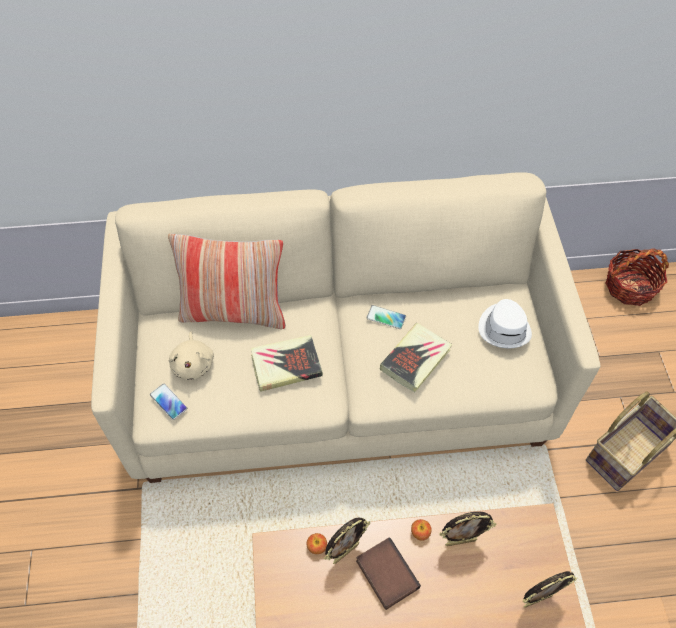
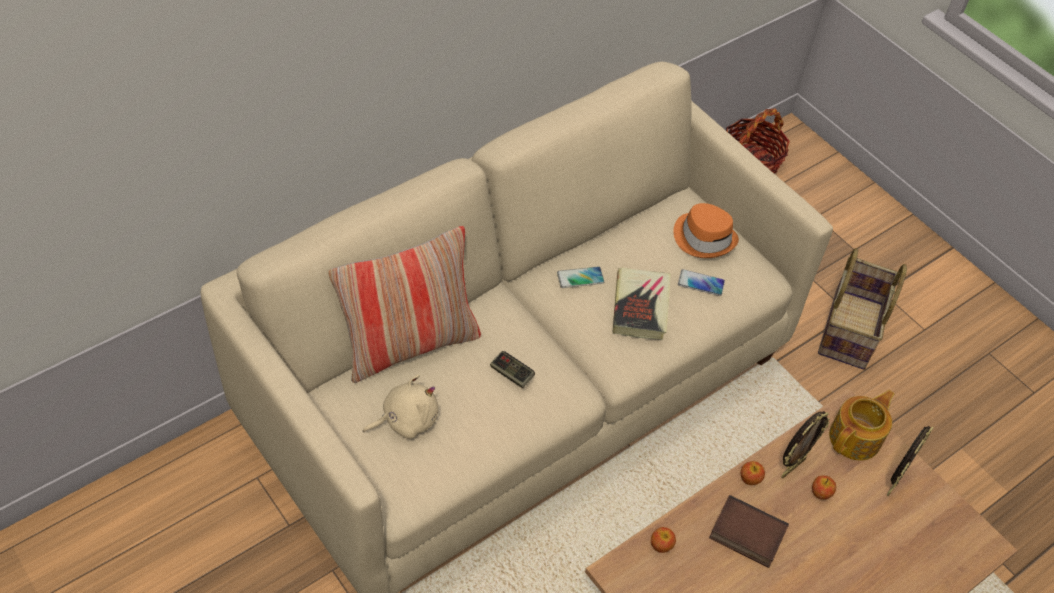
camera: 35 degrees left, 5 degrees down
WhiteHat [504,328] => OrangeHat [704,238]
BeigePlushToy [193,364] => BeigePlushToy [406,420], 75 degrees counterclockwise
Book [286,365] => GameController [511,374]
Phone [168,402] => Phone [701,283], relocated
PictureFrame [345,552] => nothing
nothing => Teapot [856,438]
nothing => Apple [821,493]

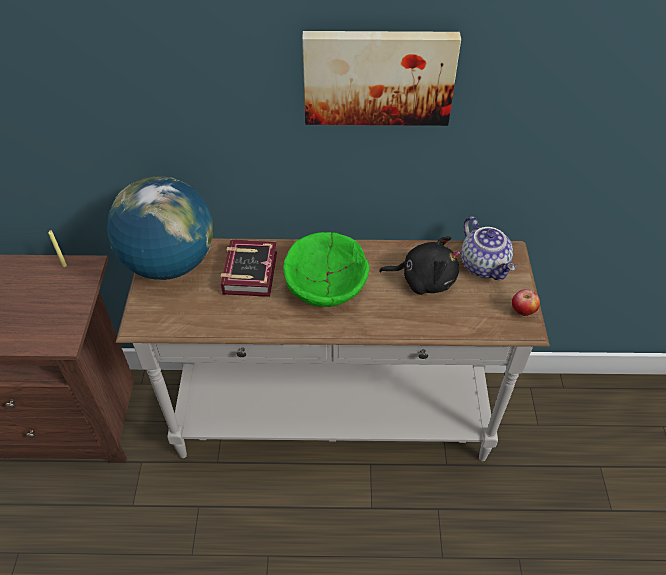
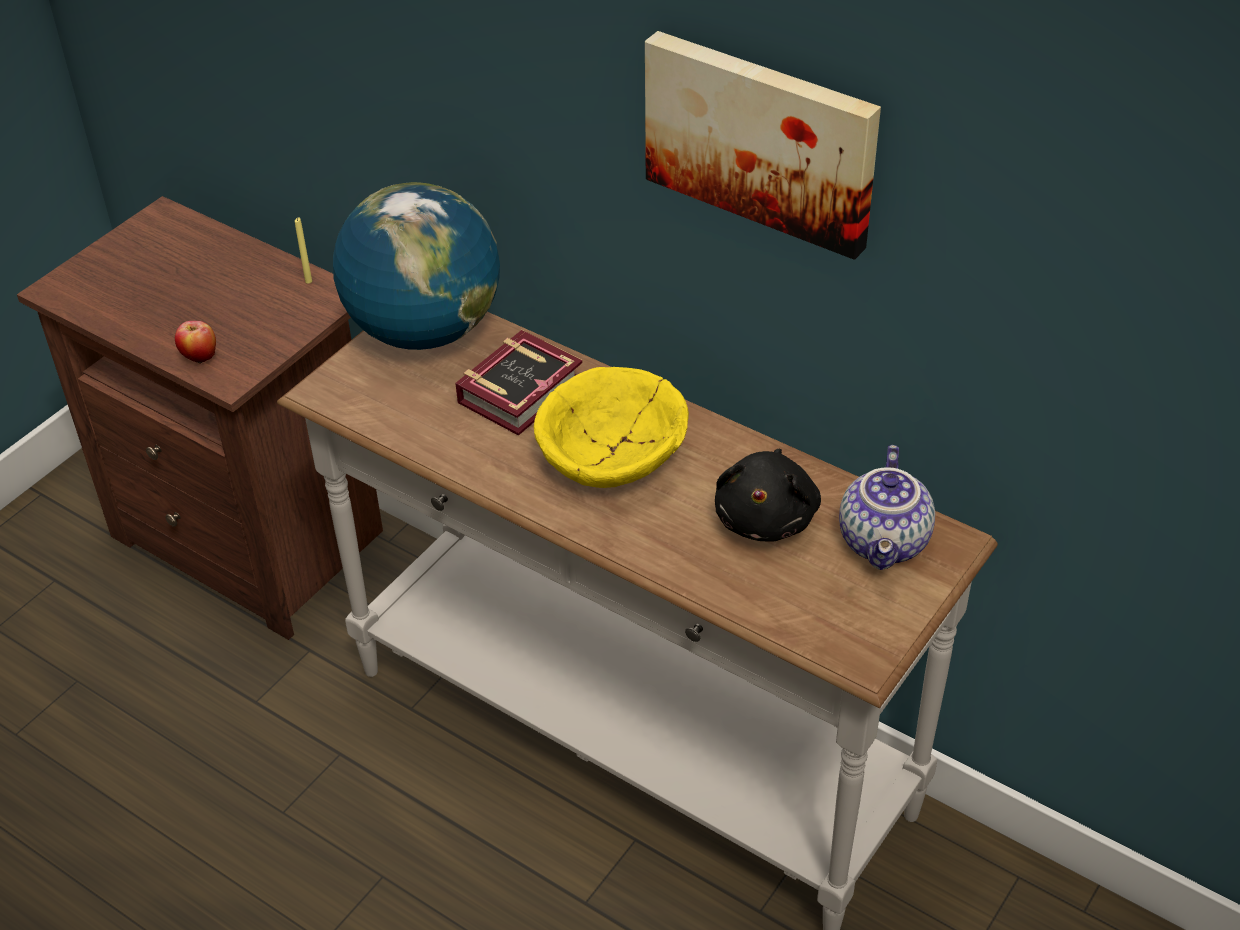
camera: 35 degrees right, 5 degrees down
GreenBowl [326,284] => YellowBowl [612,456]
BlackPlushToy [424,279] => BlackPlushToy [766,517], 60 degrees clockwise
Apple [522,312] => Apple [199,358], relocated

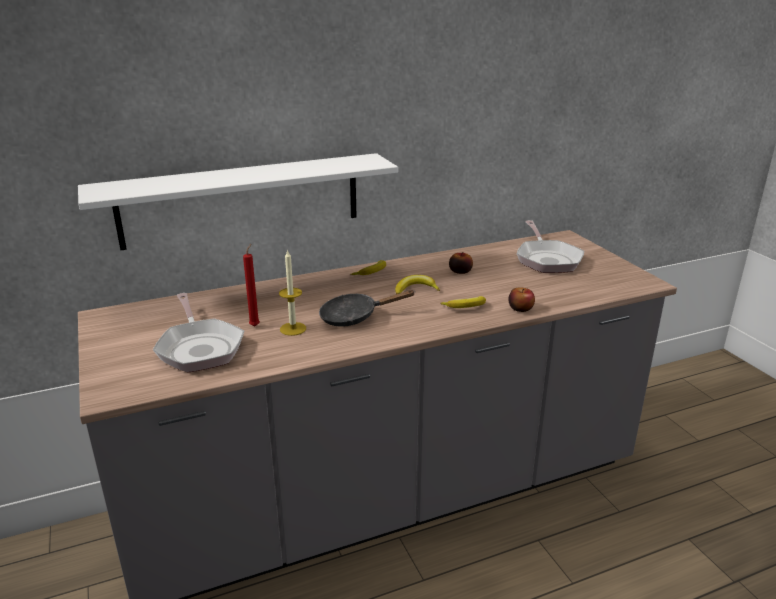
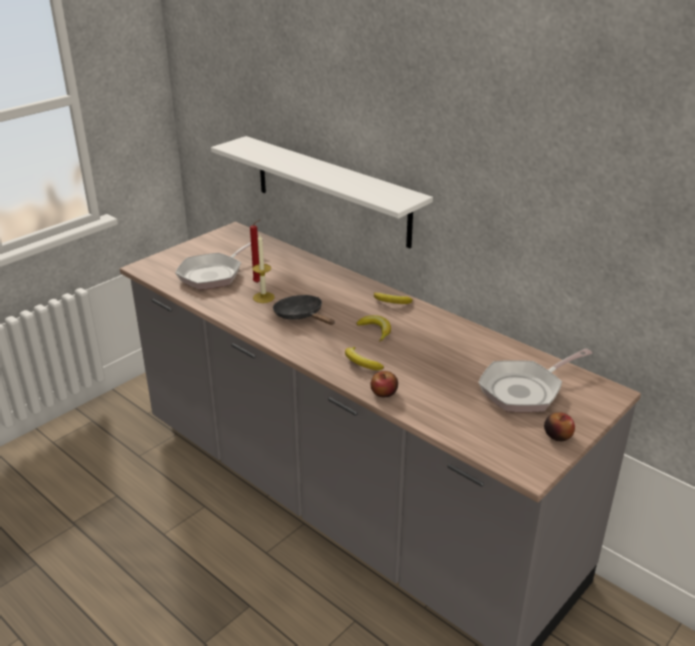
camera: 65 degrees right, 5 degrees up
Apple [460,271] => Apple [557,435], relocated

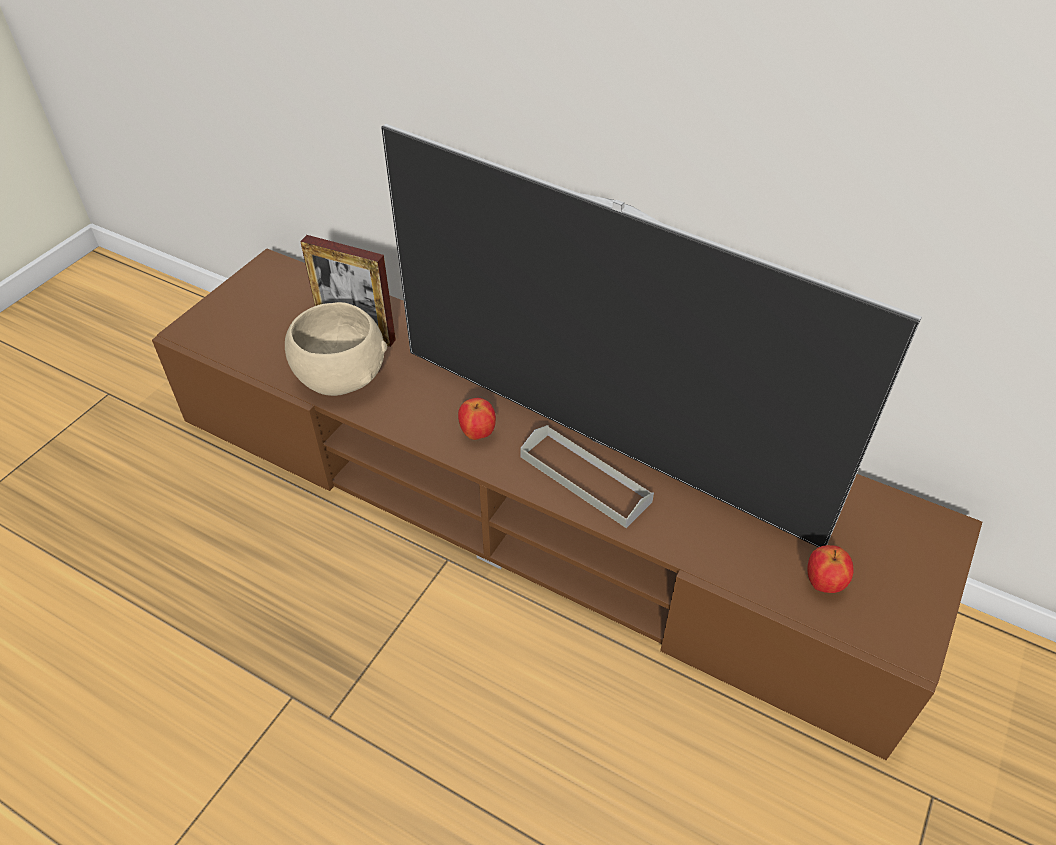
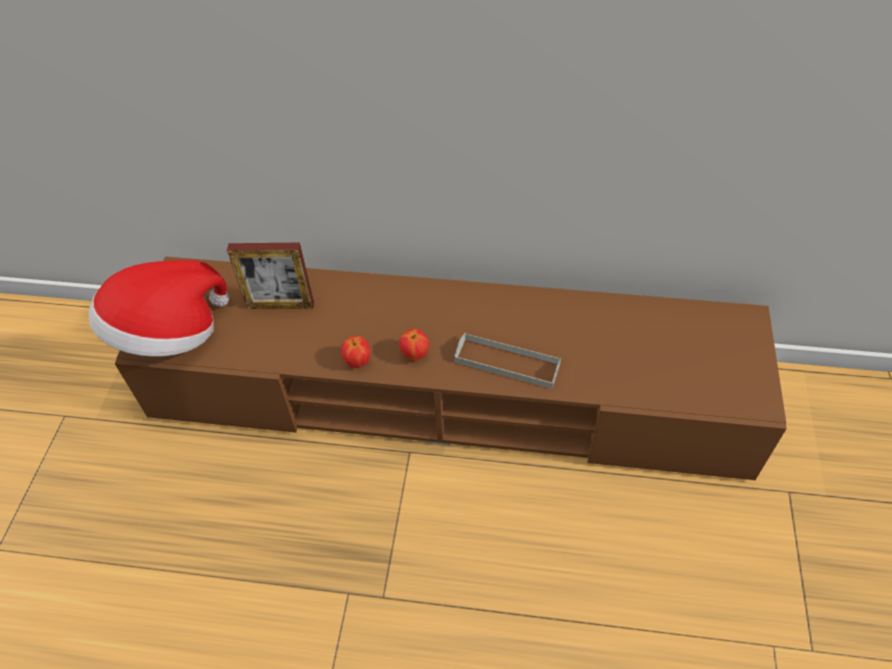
camera: 20 degrees left, 5 degrees up
Television [600,440] => nothing
BeigeBowl [341,376] => nothing
Apple [823,583] => Apple [357,362], relocated
nothing => Hat [169,334]

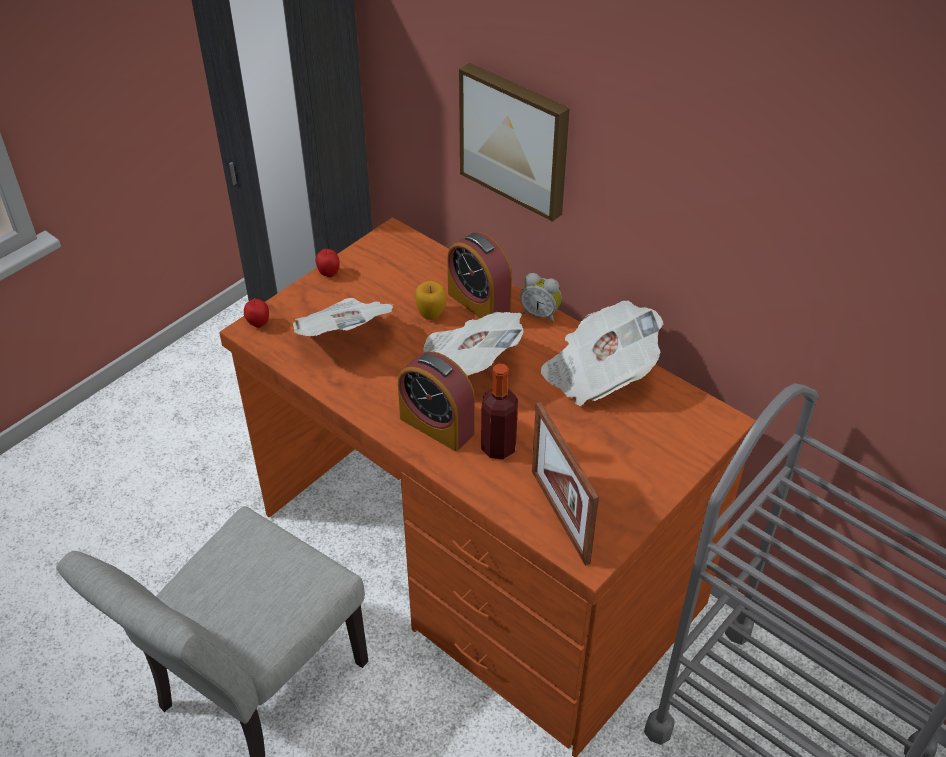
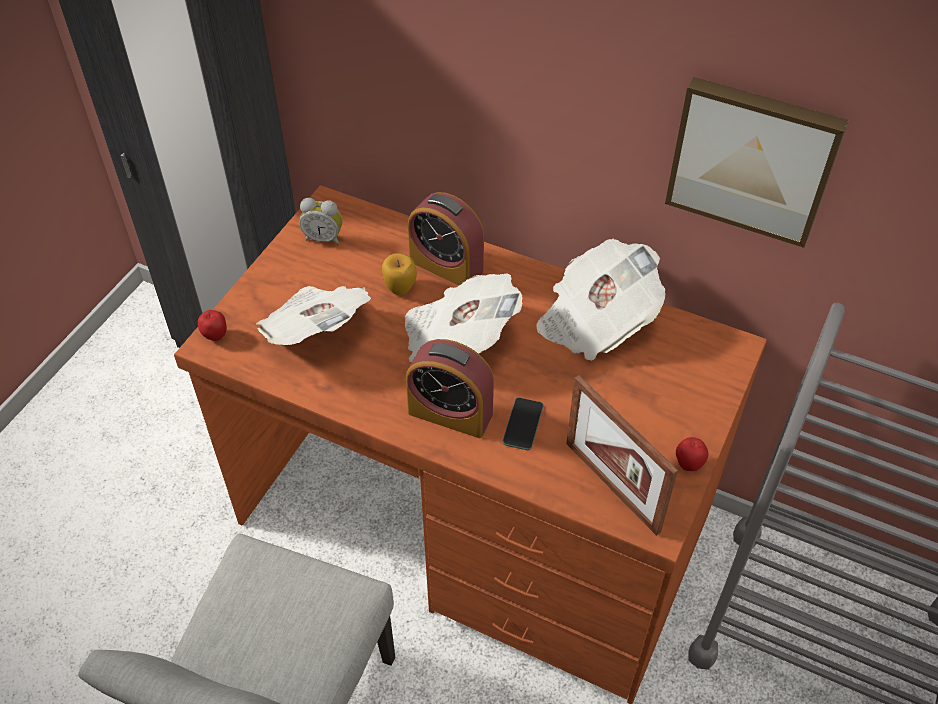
camera: 15 degrees left, 5 degrees up
Picture [516,139] => Picture [753,159], relocated
Apple [329,273] => Apple [688,465], relocated
AlarmClock [540,314] => AlarmClock [324,238], relocated
Bottle [498,447] => Phone [523,424]

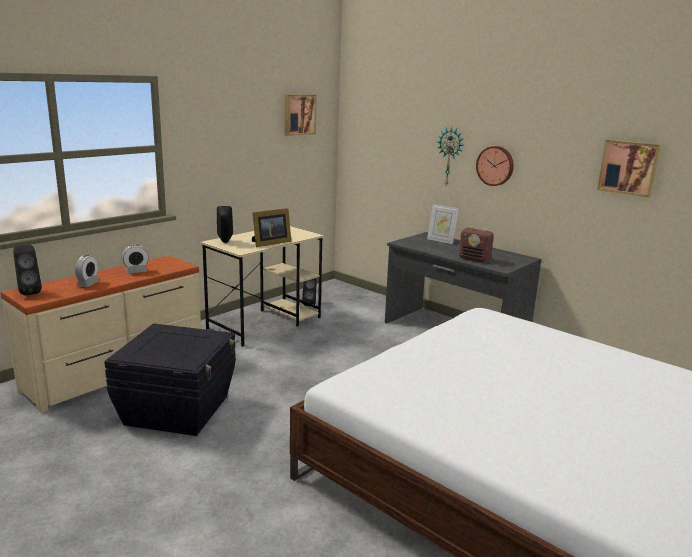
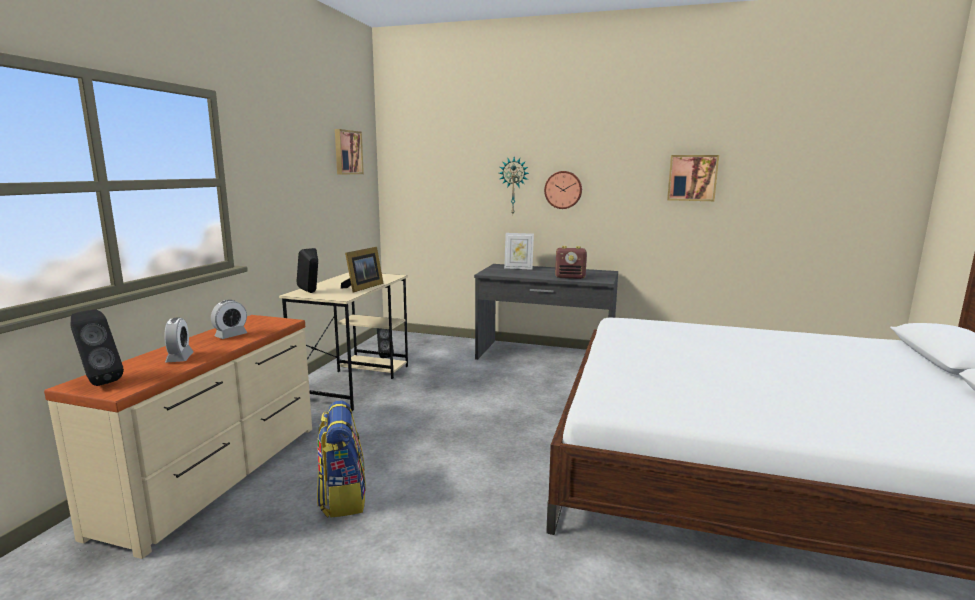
camera: 25 degrees left, 5 degrees down
BlackStorageBox [178,409] => Backpack [342,497]

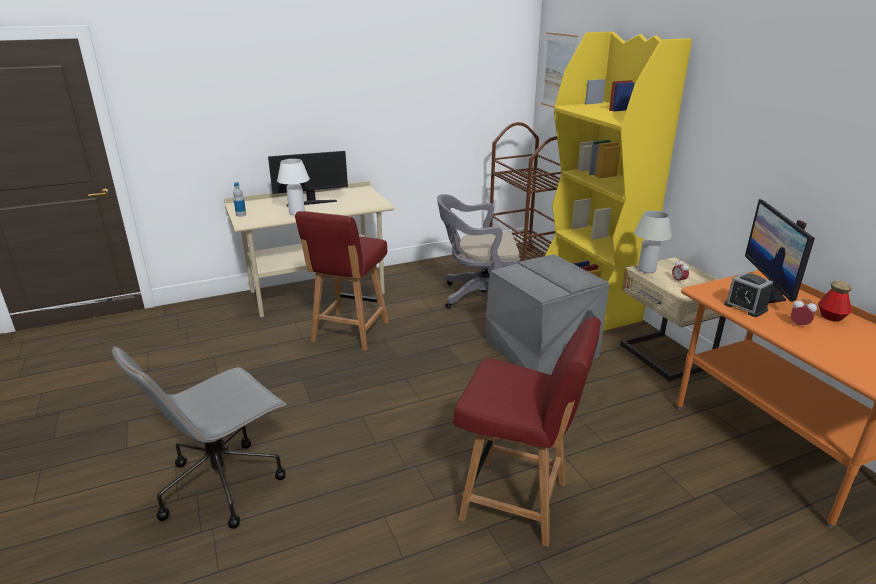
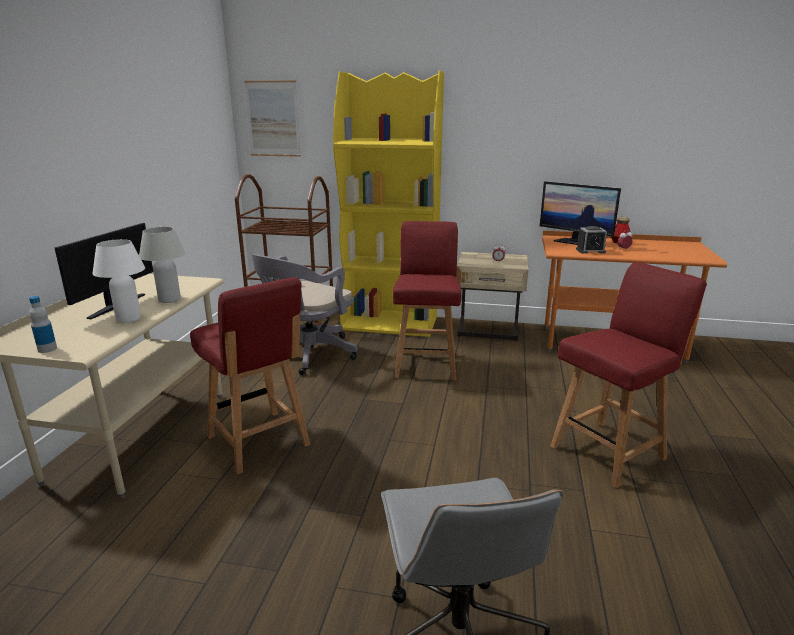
camera: 55 degrees left, 5 degrees down
WhiteTableLamp [646,270] => WhiteTableLamp [169,299], relocated
GreyStorageBox [541,350] => RedChair [426,364]

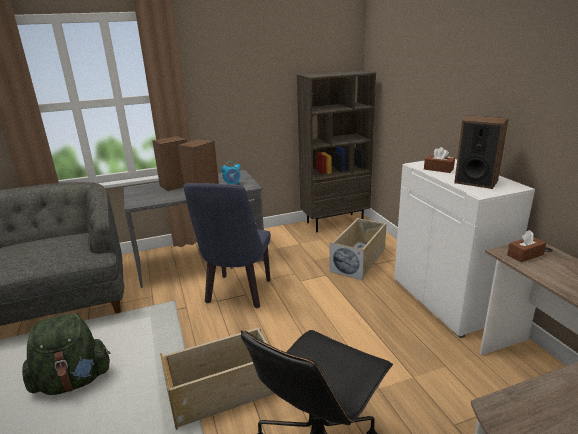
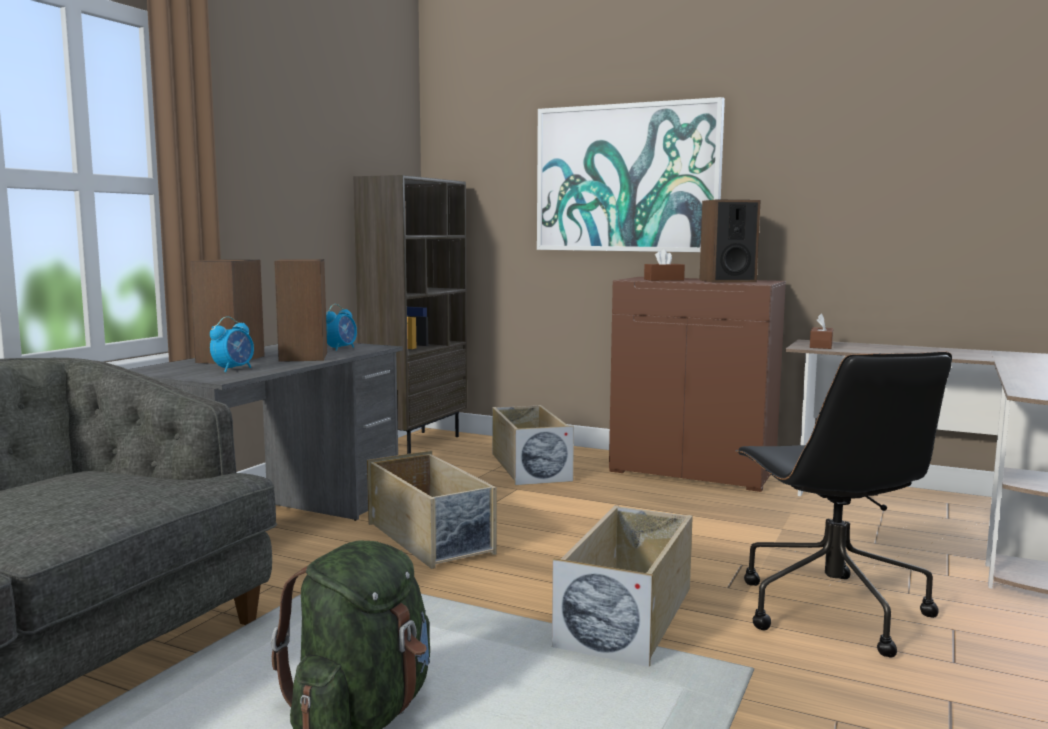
camera: 45 degrees left, 15 degrees down
WhiteCabinet [447,300] => BrownCabinet [693,471]
BlueChair [237,294] => BeigeStorageBox [431,539]
nothing => Picture [627,178]
nothing => AlarmClock [234,369]

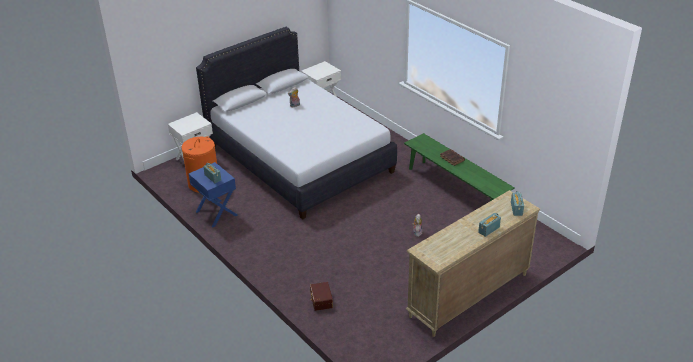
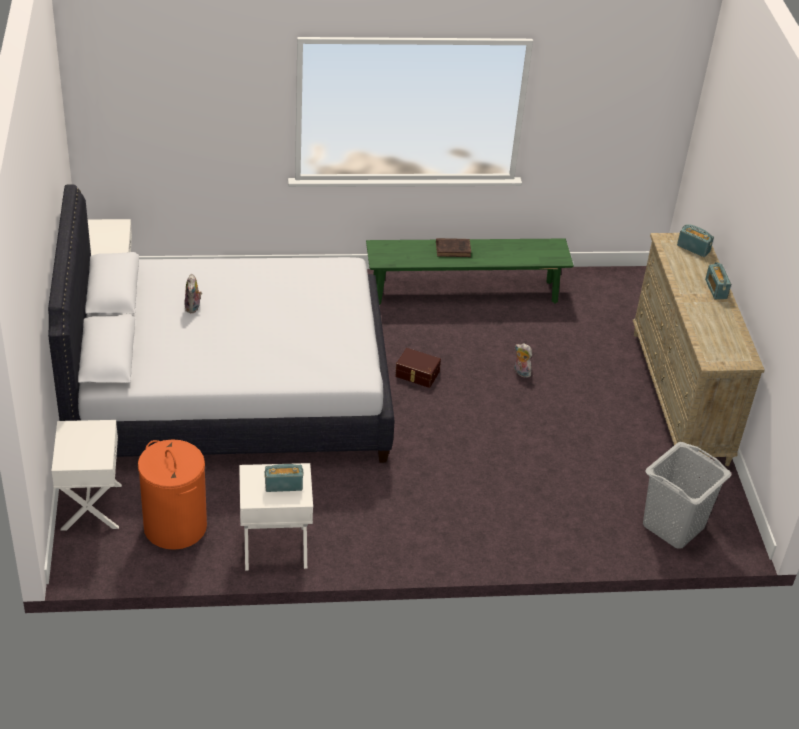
camera: 60 degrees left, 5 degrees up
BlueNightstand [216,213] => WhiteNightstand [275,548]
BrownStorageBox [320,300] => BrownStorageBox [417,374], relocated
nothing => GreyLaundryBasket [672,526]

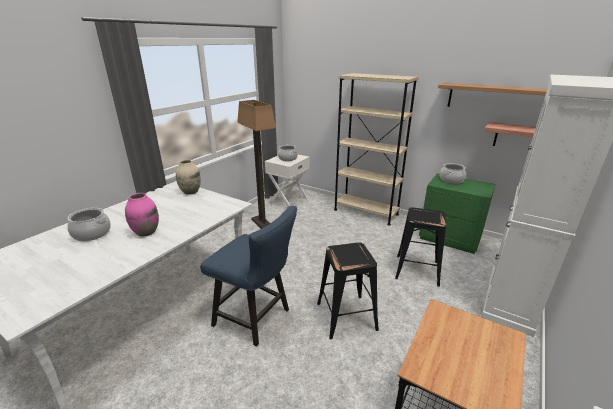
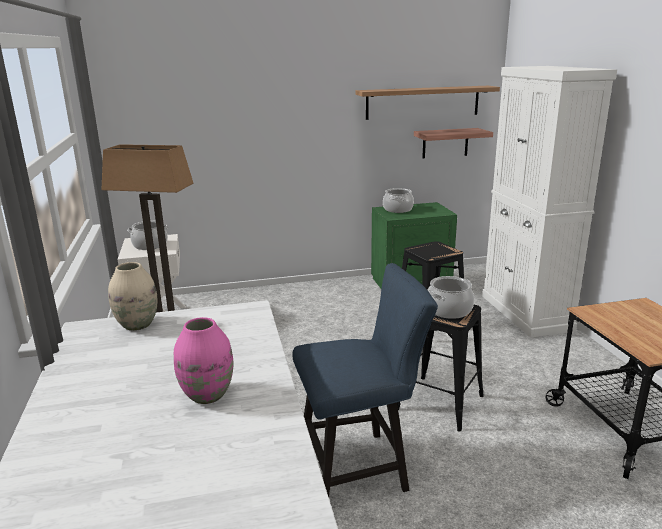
camera: 45 degrees left, 5 degrees down
BeigeBookcase [365,212] => nothing
CookingPot [92,233] => CookingPot [448,310], relocated

